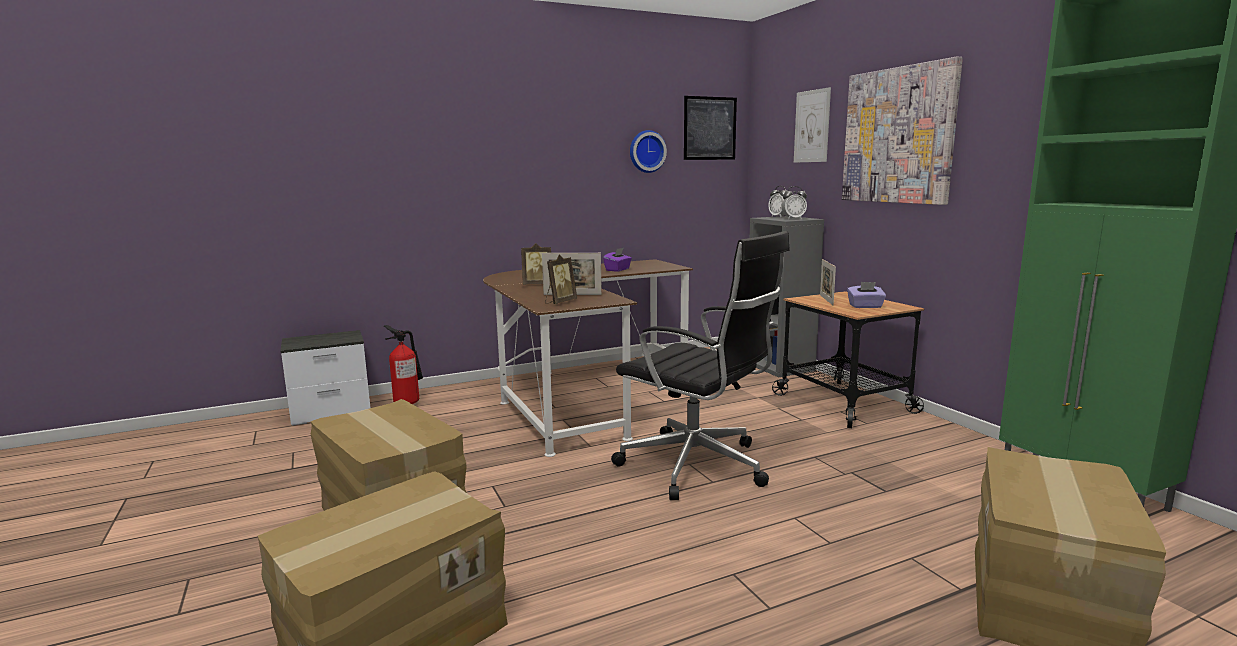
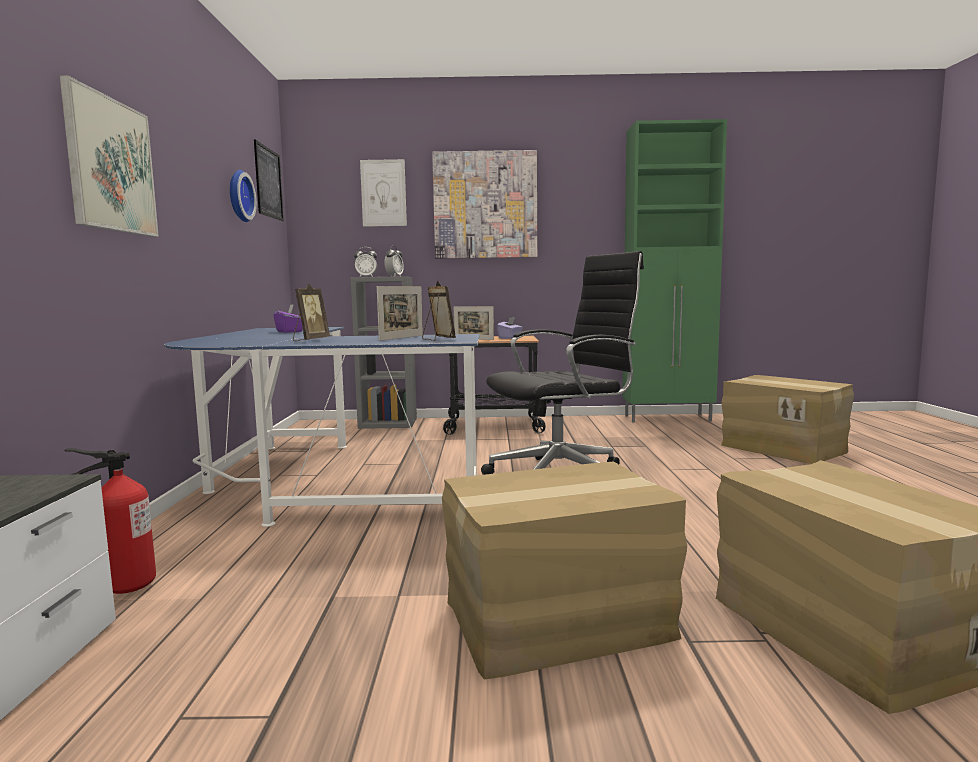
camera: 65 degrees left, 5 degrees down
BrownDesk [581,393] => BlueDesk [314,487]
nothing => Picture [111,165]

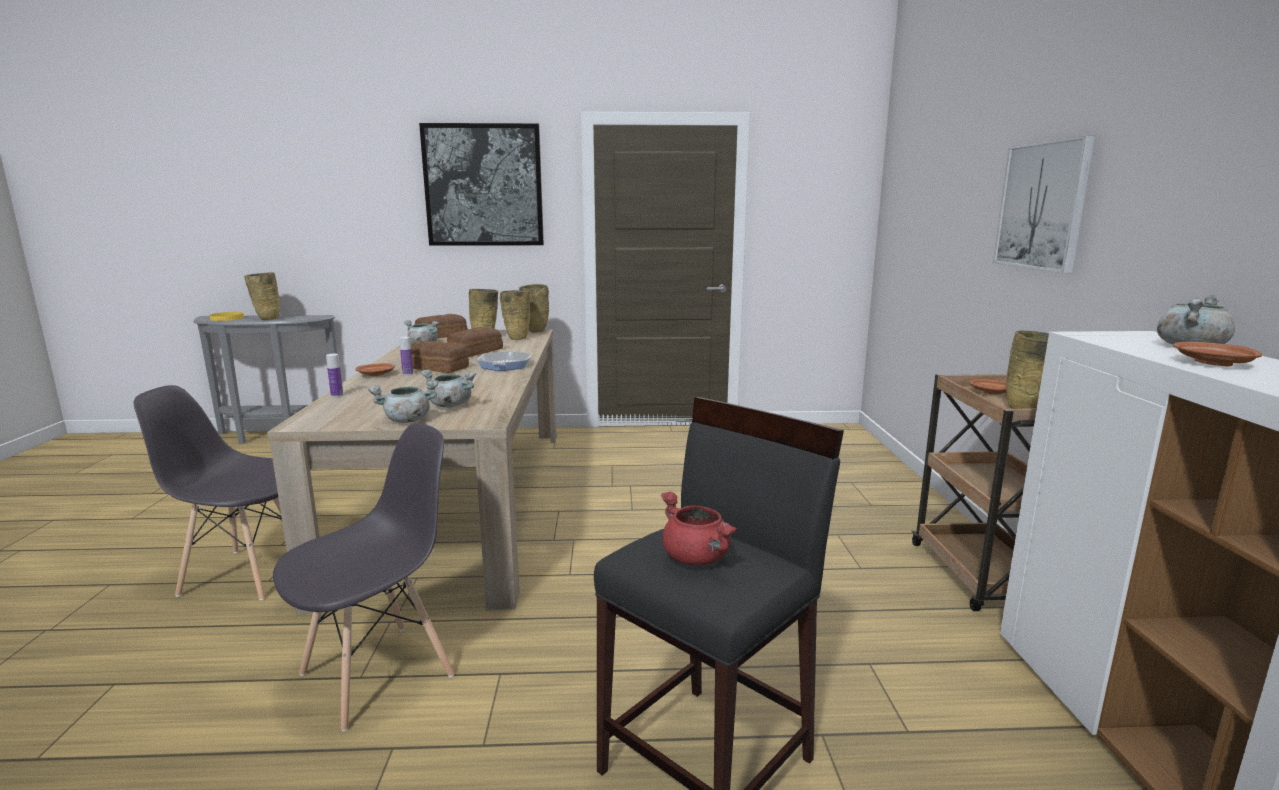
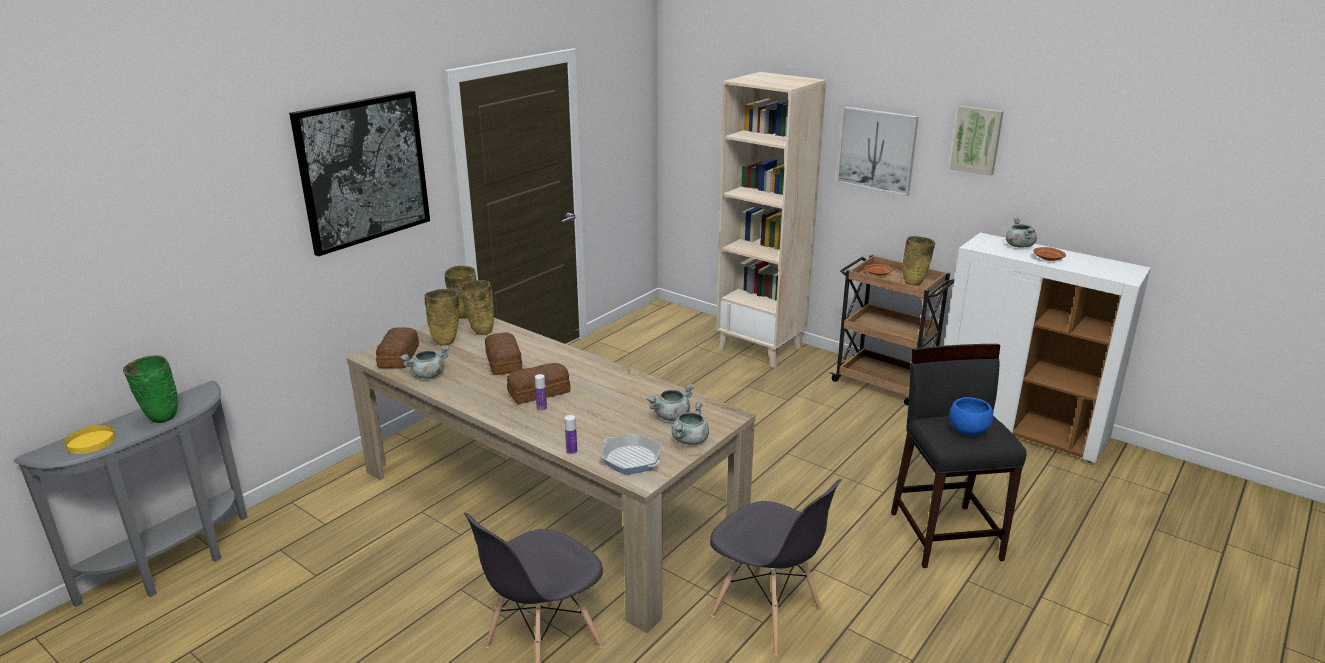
camera: 50 degrees left, 10 degrees up
BeigeVase [267,319] => GreenVase [161,420]
FryingPan [505,365] => FryingPan [631,459], relocated
BrownPlate [377,374] => nothing
GreyChair [379,673] => GreyChair [767,614], 135 degrees clockwise
RedCookingPot [697,558] => BlueBowl [968,431]
nothing => BeigeBookcase [761,348]
nothing => Picture [977,139]

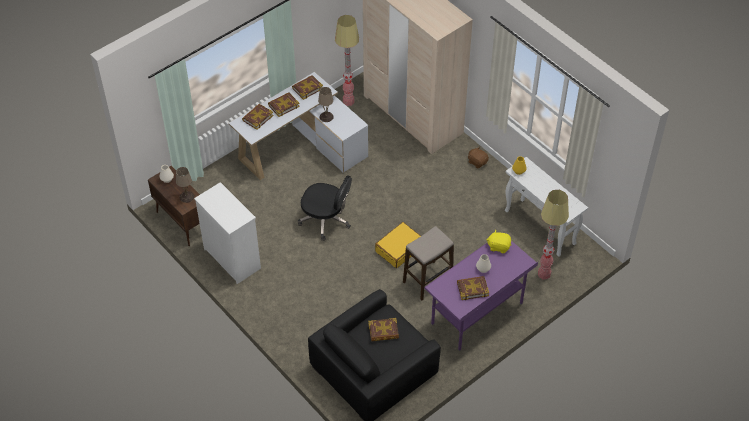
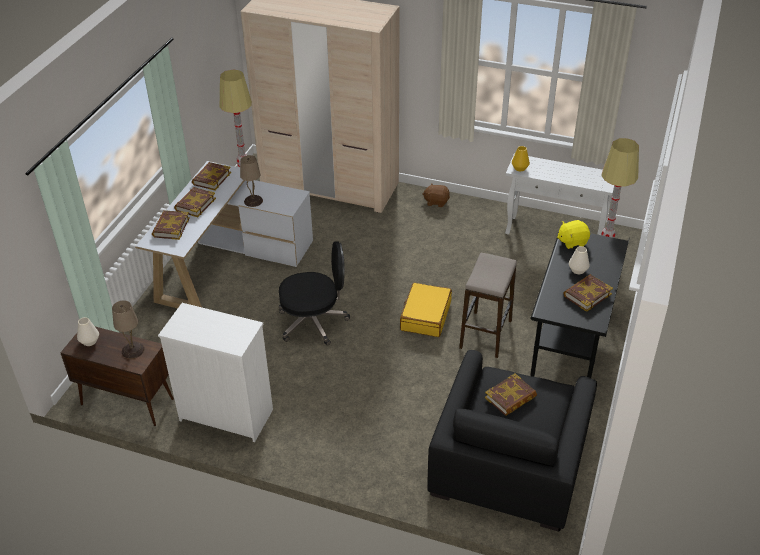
camera: 30 degrees left, 10 degrees down
PurpleDesk [477,314] => BlackDesk [570,344]

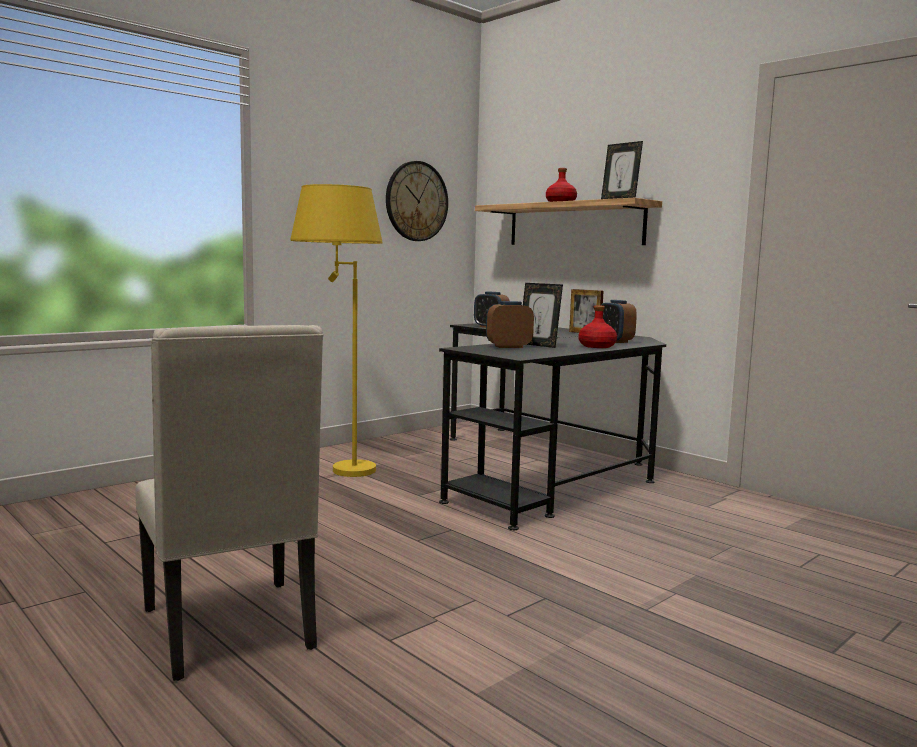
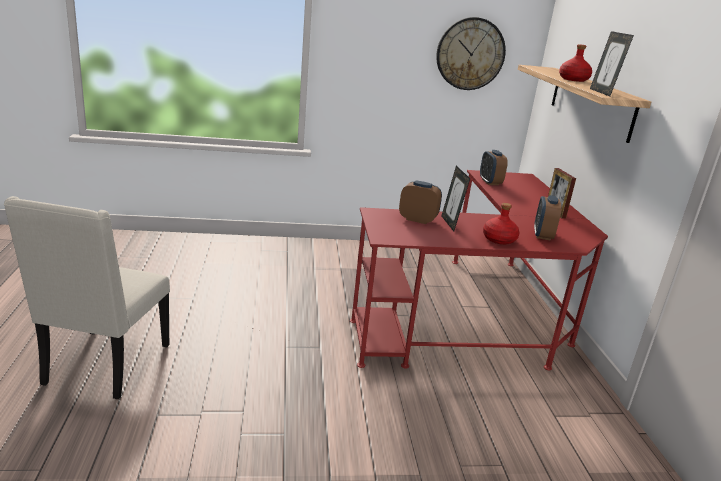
camera: 35 degrees right, 15 degrees up
YellowFloorLamp [336,466] => nothing
BlackDesk [545,469] => RedDesk [478,319]

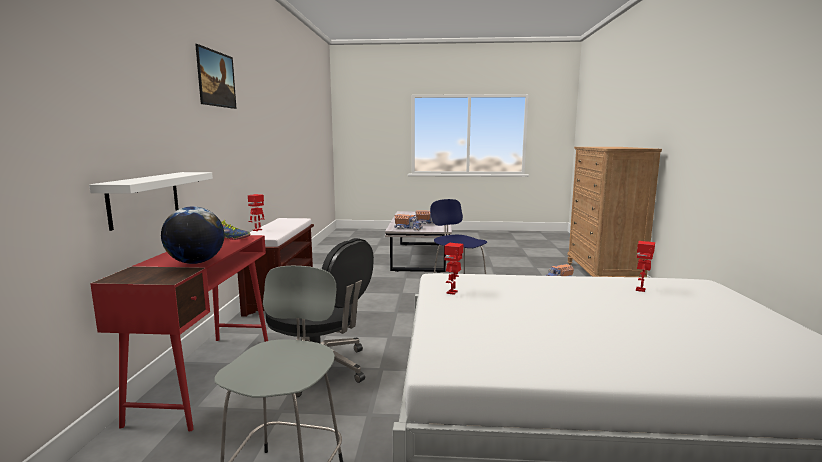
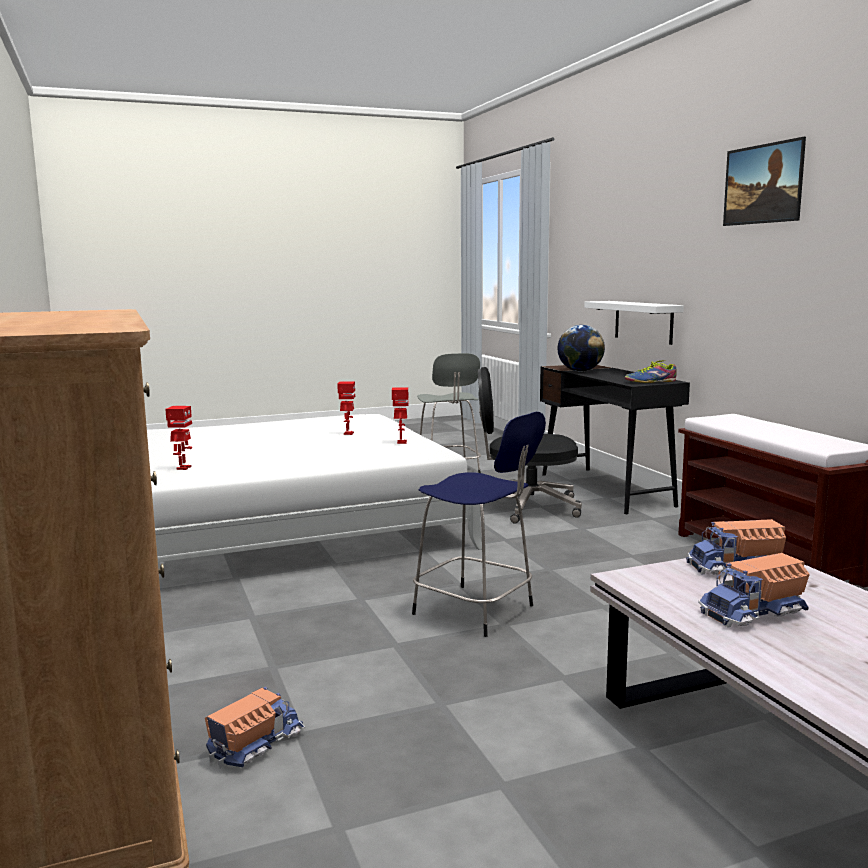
camera: 155 degrees right, 0 degrees up
ToyRobot [257,230] => ToyRobot [348,433], relocated
RedDesk [207,376] => BlackDesk [605,490]

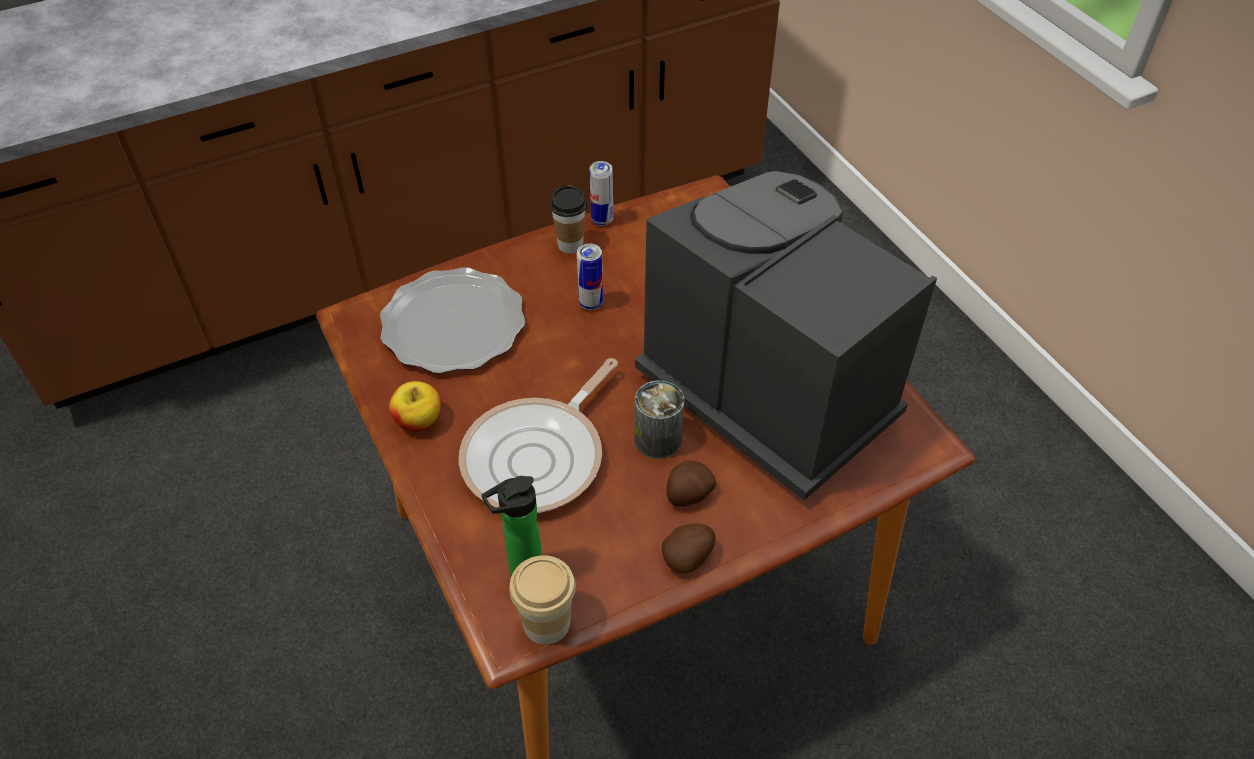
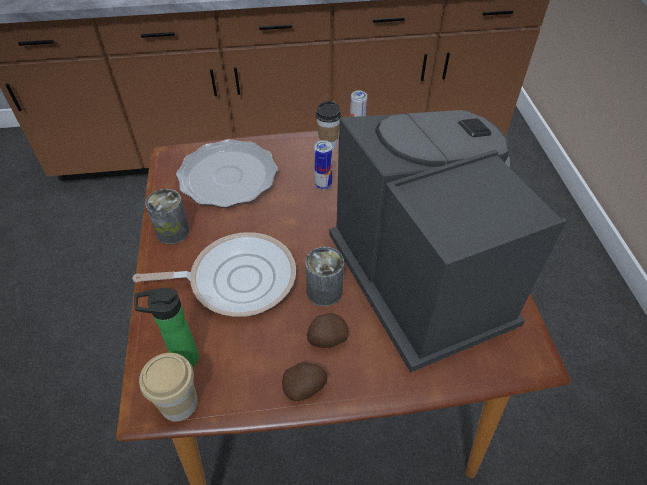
camera: 20 degrees right, 0 degrees up
FryingPan [539,457] => FryingPan [237,279], 150 degrees counterclockwise
Apple [418,421] => Can [173,231]

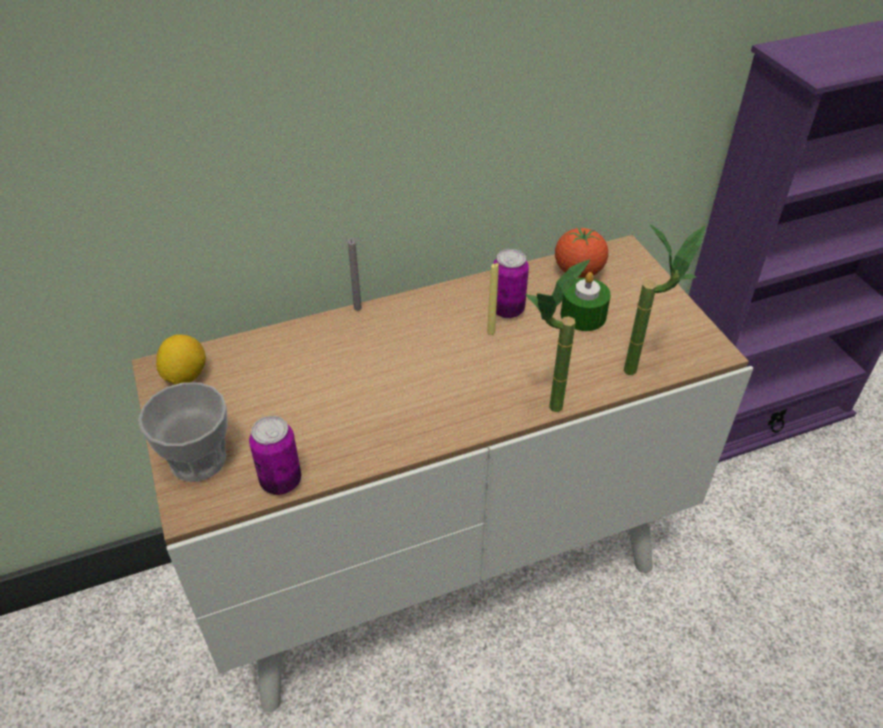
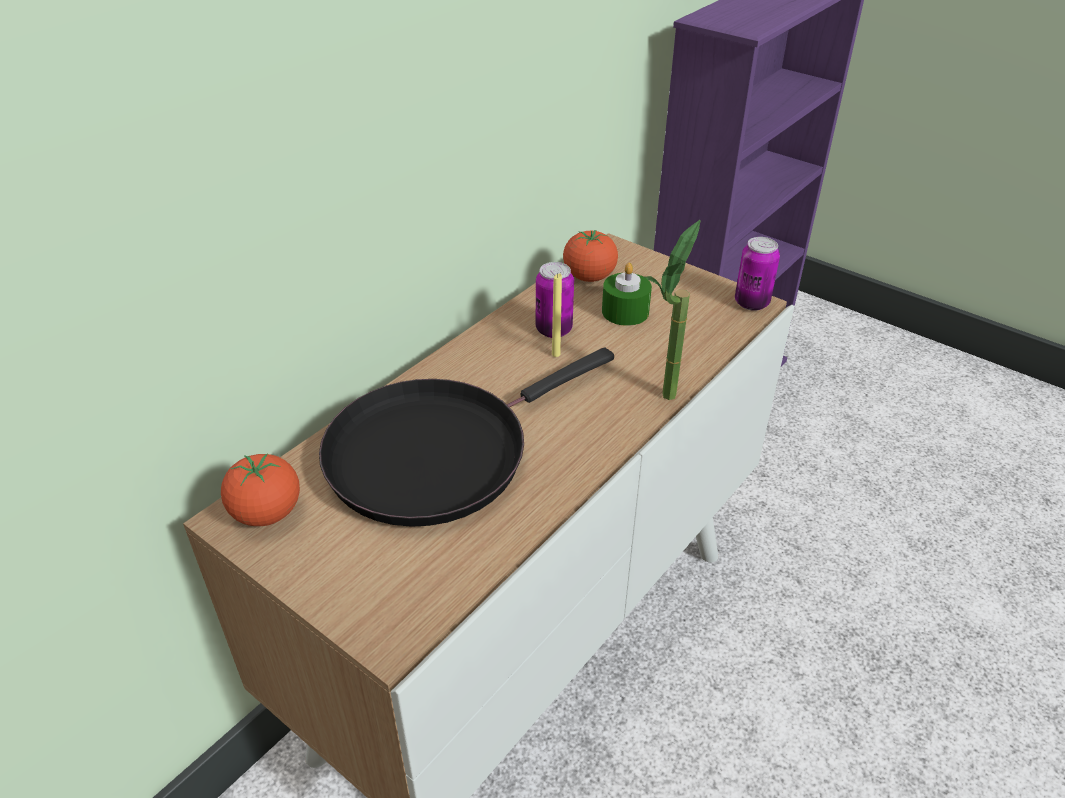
camera: 30 degrees left, 5 degrees down
PottedPlant [643,370] => nothing
GreyCandle [357,308] => nothing
Lemon [185,376] => Tomato [267,513]
Cup [198,460] => nothing
Can [281,481] => Can [751,303], relocated
nothing => BlackFryingPan [437,452]

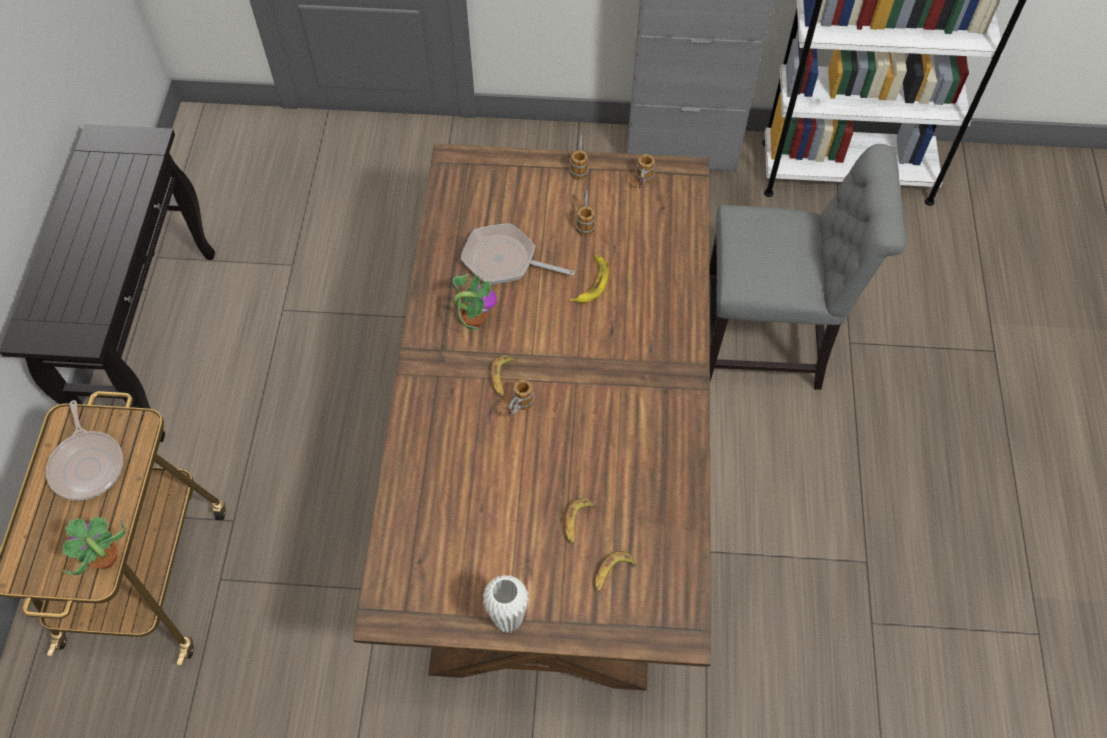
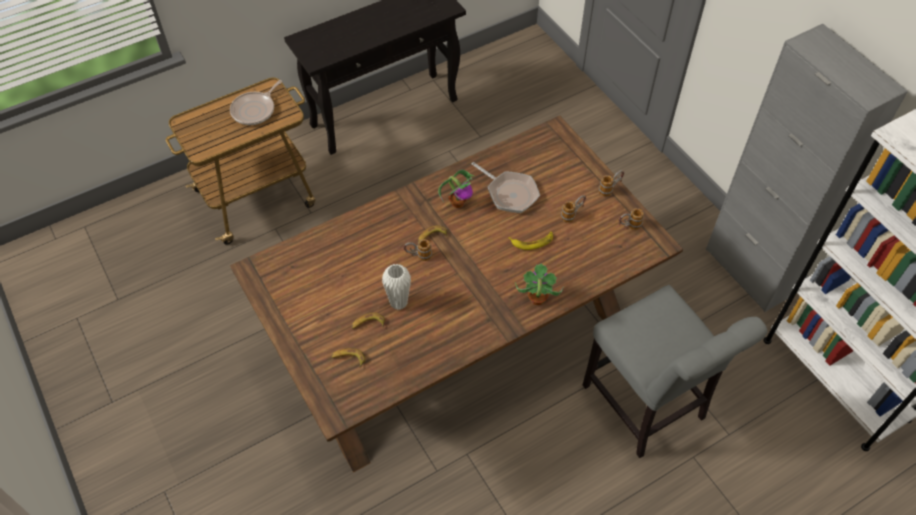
camera: 55 degrees right, 5 degrees down
FryingPan [504,261] => FryingPan [509,193], 150 degrees clockwise
PottedPlant [106,559] => PottedPlant [536,299], relocated
WhiteVase [508,620] => WhiteVase [398,303], relocated

